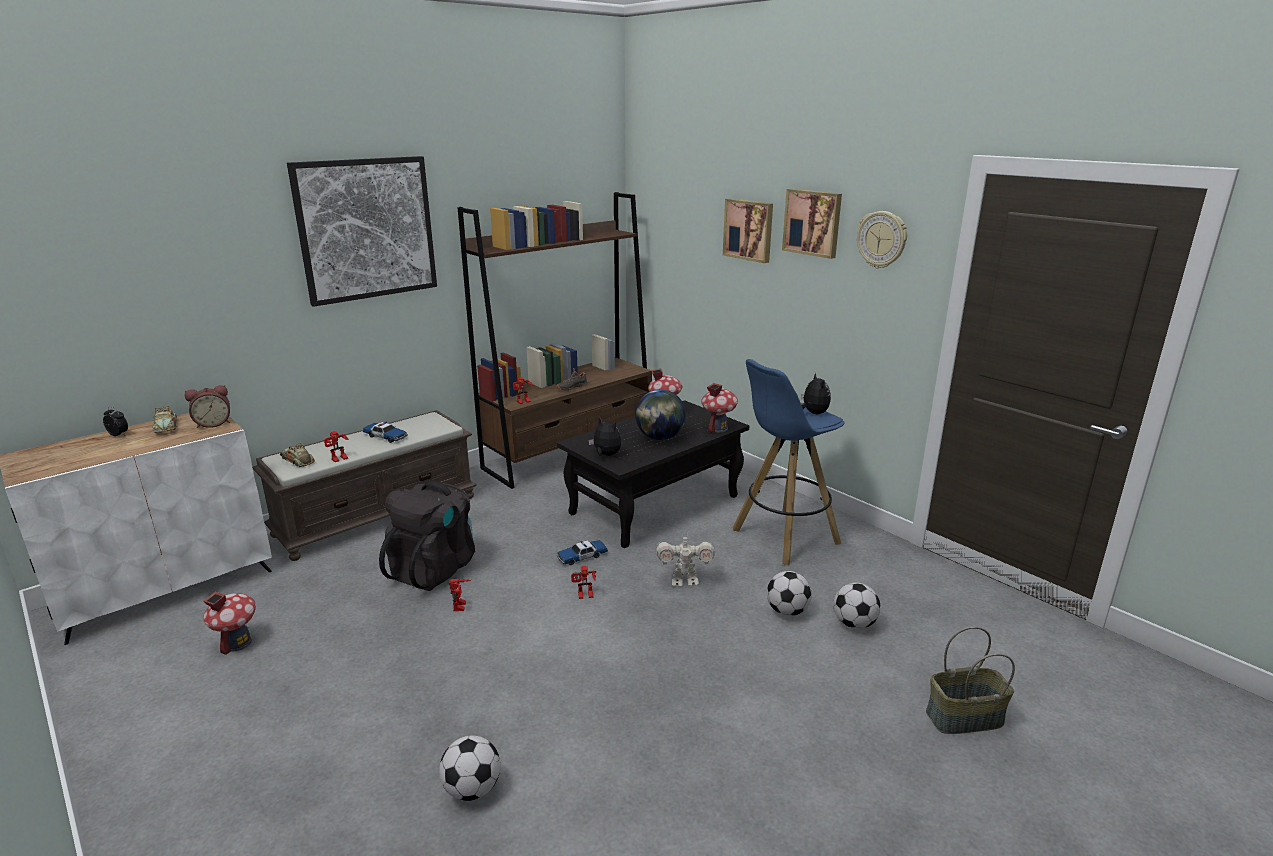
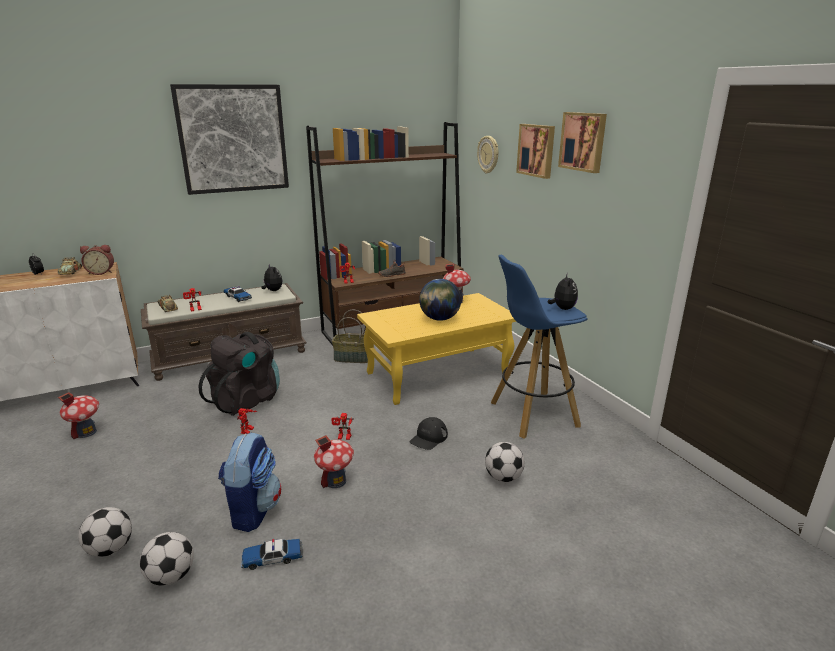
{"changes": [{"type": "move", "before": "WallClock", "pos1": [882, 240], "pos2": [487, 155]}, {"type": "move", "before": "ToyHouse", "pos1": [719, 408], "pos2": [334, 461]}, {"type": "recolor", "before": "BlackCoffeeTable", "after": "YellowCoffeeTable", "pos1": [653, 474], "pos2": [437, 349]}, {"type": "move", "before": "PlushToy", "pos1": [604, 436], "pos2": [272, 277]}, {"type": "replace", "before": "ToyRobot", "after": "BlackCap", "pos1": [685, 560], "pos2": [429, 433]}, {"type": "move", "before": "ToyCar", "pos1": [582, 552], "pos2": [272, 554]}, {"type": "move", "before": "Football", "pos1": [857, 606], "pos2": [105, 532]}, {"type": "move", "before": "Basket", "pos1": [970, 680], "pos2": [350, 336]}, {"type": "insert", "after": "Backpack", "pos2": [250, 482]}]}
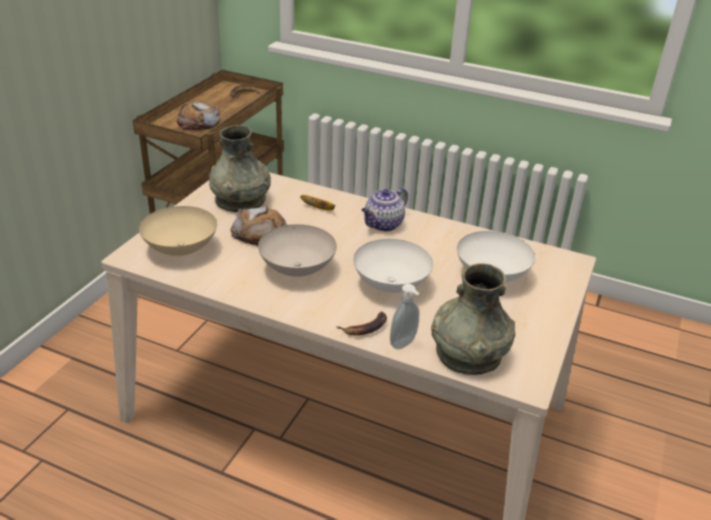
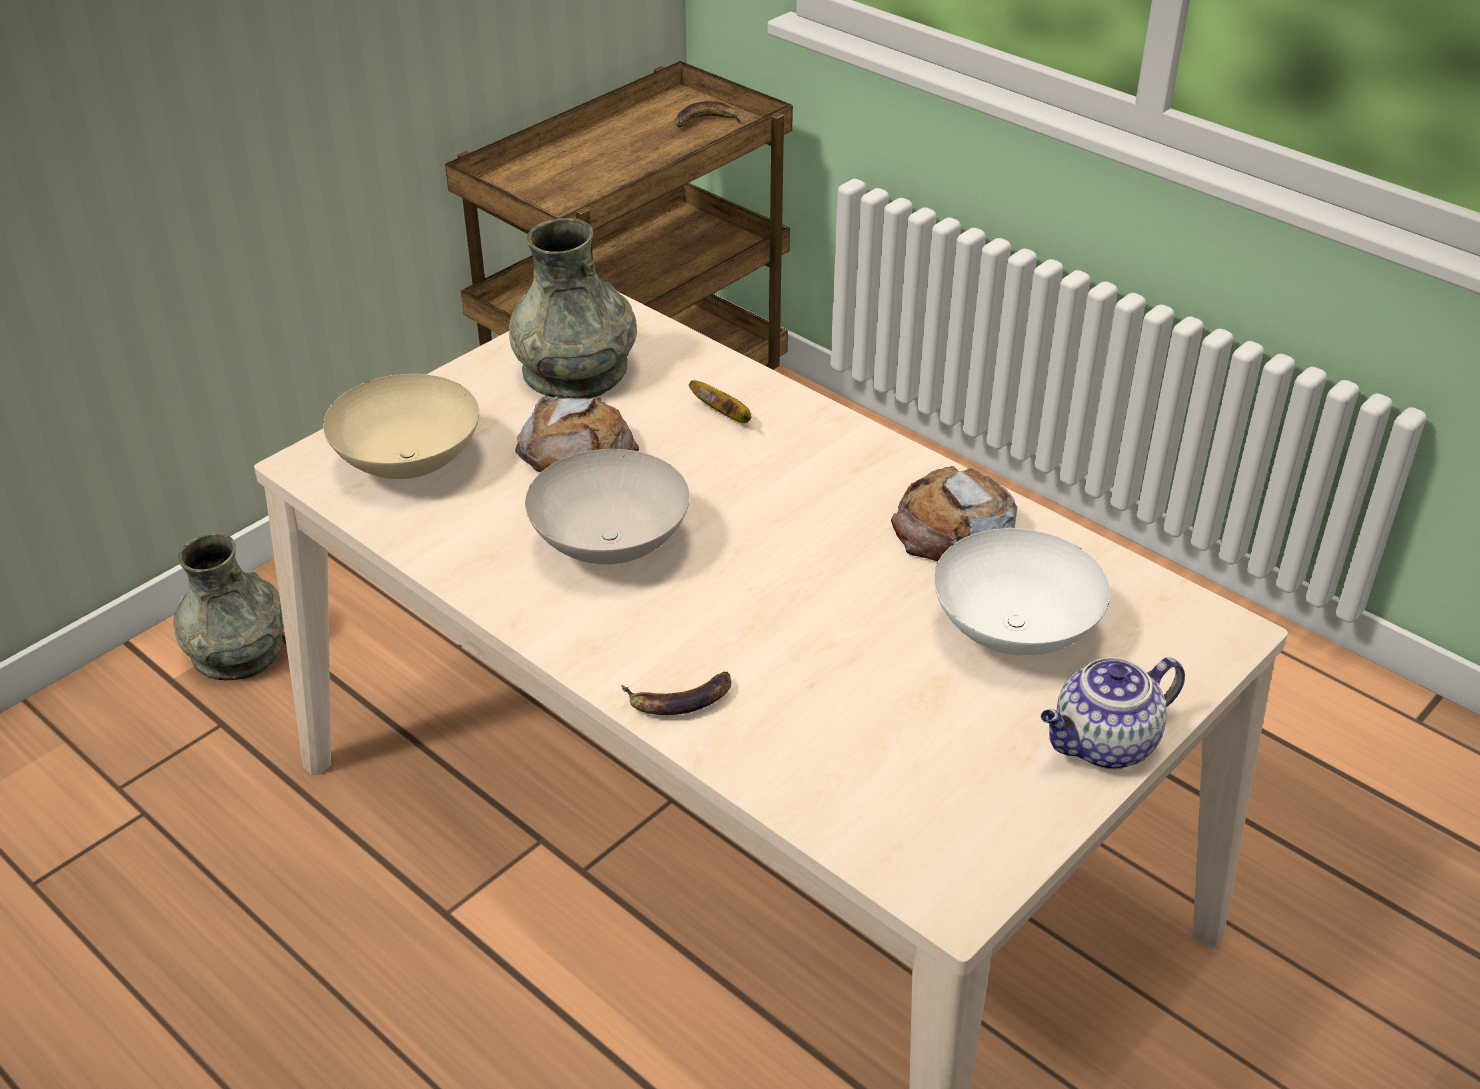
{"changes": [{"type": "move", "before": "Bread", "pos1": [198, 116], "pos2": [954, 513]}, {"type": "move", "before": "Teapot", "pos1": [385, 209], "pos2": [1113, 713]}, {"type": "delete", "before": "WhiteBowl", "pos1": [393, 266]}, {"type": "move", "before": "GreyVase", "pos1": [473, 319], "pos2": [228, 606]}, {"type": "delete", "before": "SoapDispenser", "pos1": [405, 317]}]}
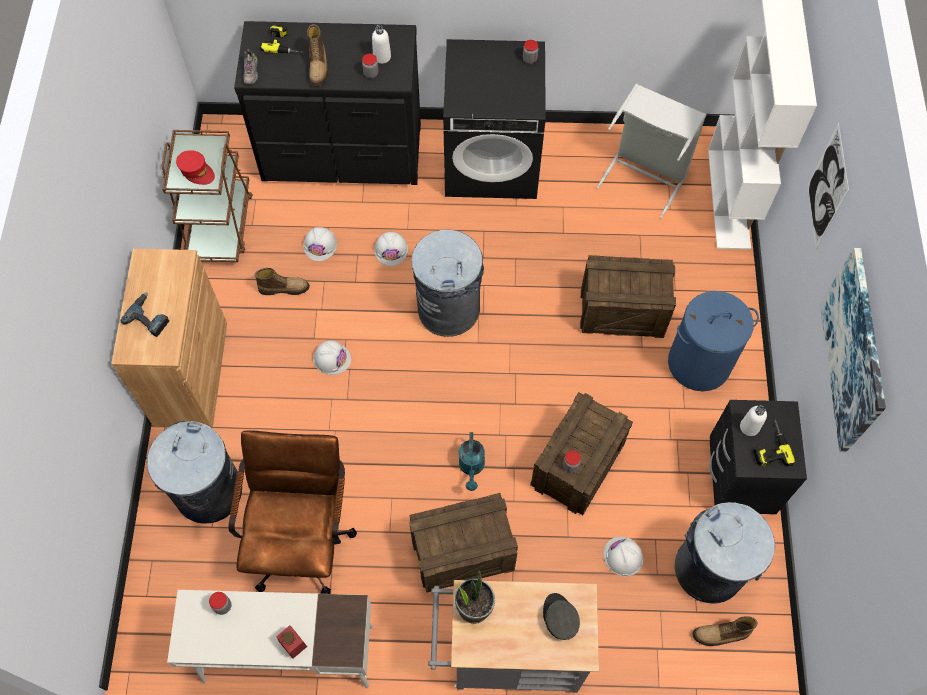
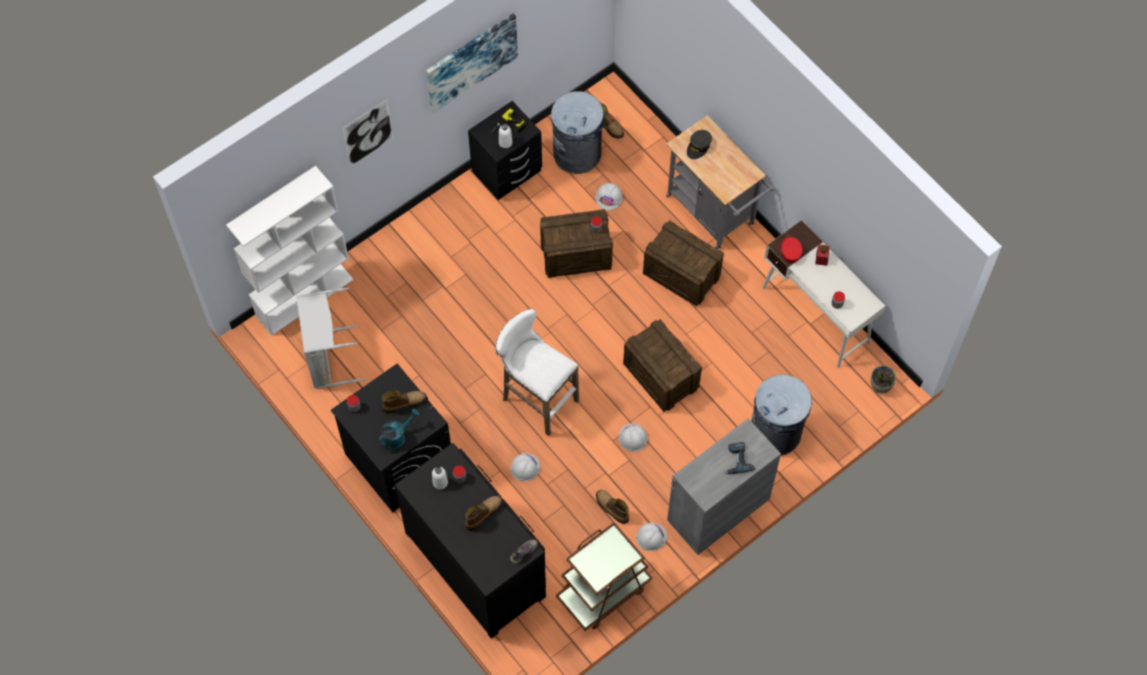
{"changes": [{"type": "delete", "before": "PowerDrill", "pos1": [282, 39]}, {"type": "move", "before": "RedCap", "pos1": [195, 167], "pos2": [791, 250]}, {"type": "move", "before": "WhiteHardHat", "pos1": [320, 244], "pos2": [651, 536]}, {"type": "replace", "before": "GreyTrashCan", "after": "WhiteStool", "pos1": [447, 283], "pos2": [537, 372]}, {"type": "recolor", "before": "BrownCabinet", "after": "GreyCabinet", "pos1": [169, 338], "pos2": [724, 486]}, {"type": "move", "before": "Crate", "pos1": [628, 296], "pos2": [662, 365]}, {"type": "delete", "before": "BlueLaundryBasket", "pos1": [713, 341]}, {"type": "delete", "before": "BrownOfficeChair", "pos1": [293, 512]}, {"type": "move", "before": "TurquoiseWateringCan", "pos1": [472, 461], "pos2": [399, 429]}, {"type": "move", "before": "PottedPlant", "pos1": [475, 597], "pos2": [883, 379]}, {"type": "insert", "after": "Boot", "pos2": [404, 402]}]}
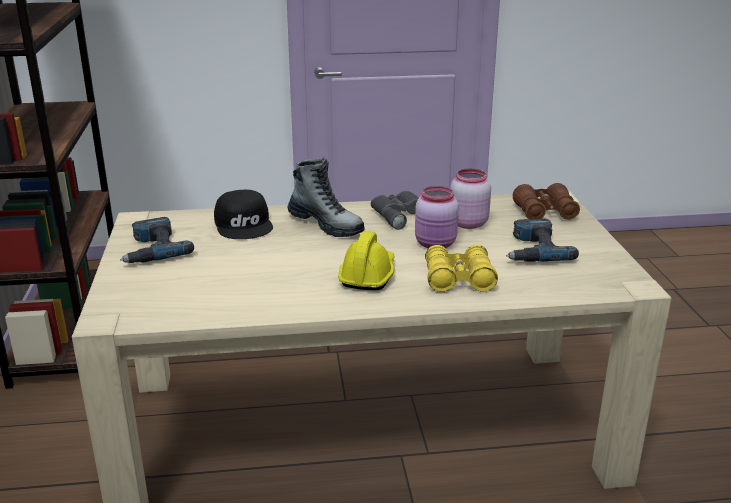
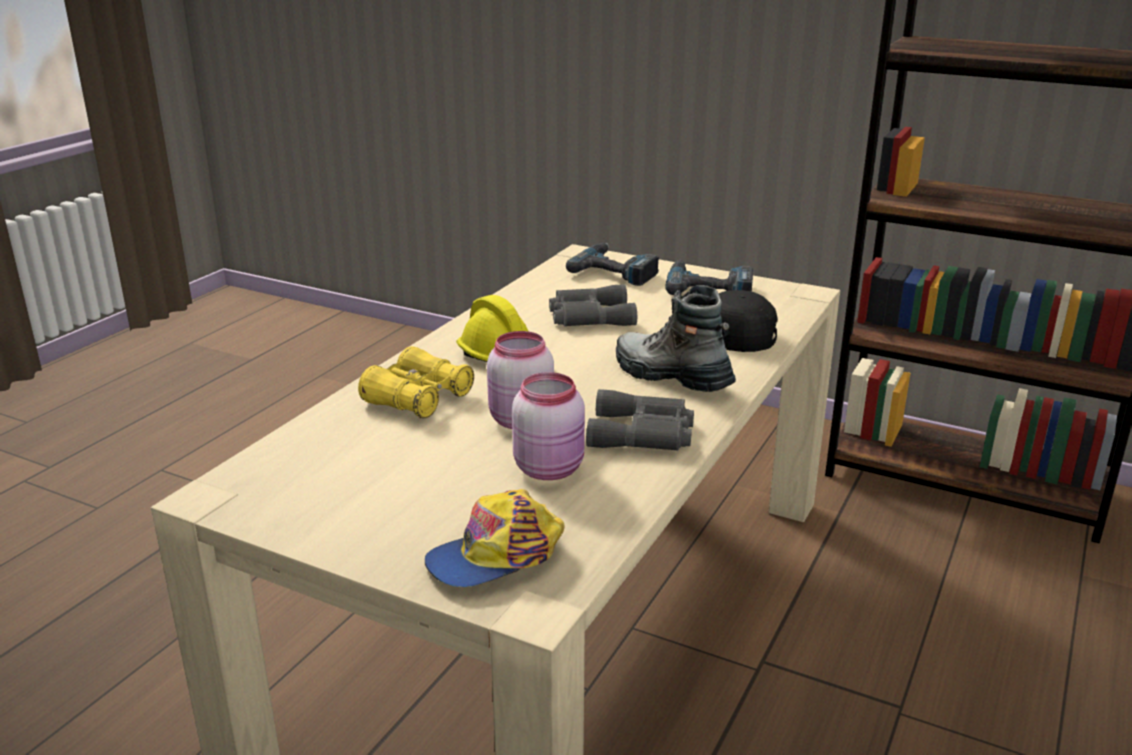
{"changes": [{"type": "rotate", "before": "Boot", "pos1": [326, 197], "pos2": [676, 338], "turn": 60}, {"type": "replace", "before": "BrownBinoculars", "after": "Cap", "pos1": [546, 201], "pos2": [495, 538]}, {"type": "move", "before": "PowerDrill", "pos1": [542, 240], "pos2": [612, 264]}, {"type": "insert", "after": "GreyBinoculars", "pos2": [593, 305]}]}
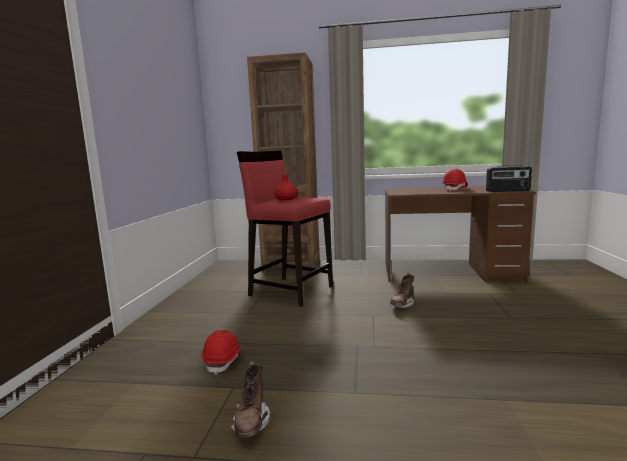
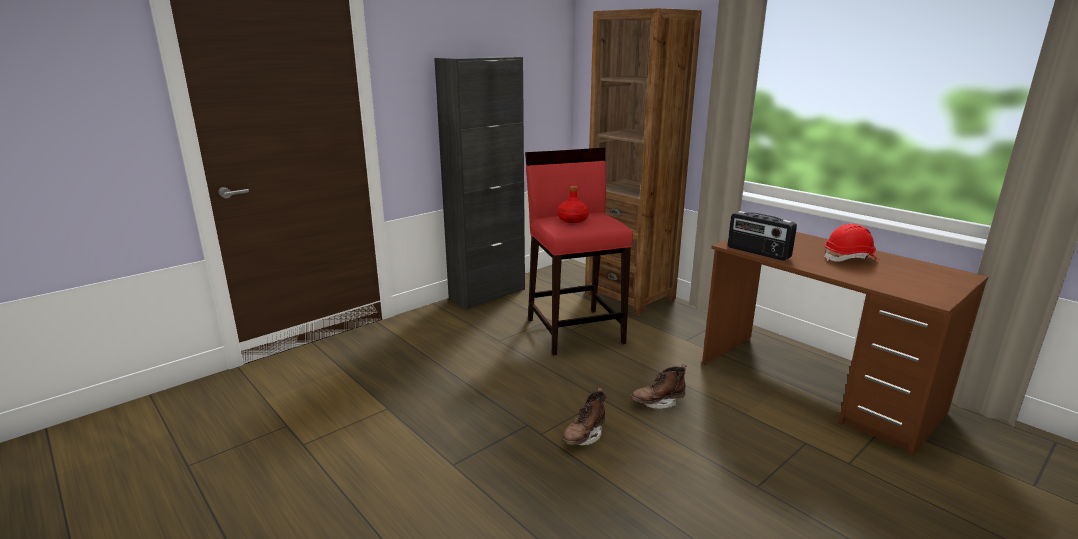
{"changes": [{"type": "move", "before": "Radio", "pos1": [509, 178], "pos2": [762, 236]}, {"type": "delete", "before": "RedHardHat", "pos1": [221, 352]}, {"type": "move", "before": "BrownBoot", "pos1": [250, 399], "pos2": [584, 416]}, {"type": "insert", "after": "BlackCabinet", "pos2": [479, 182]}]}
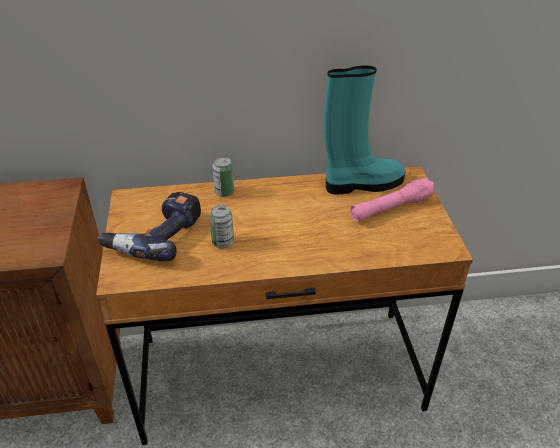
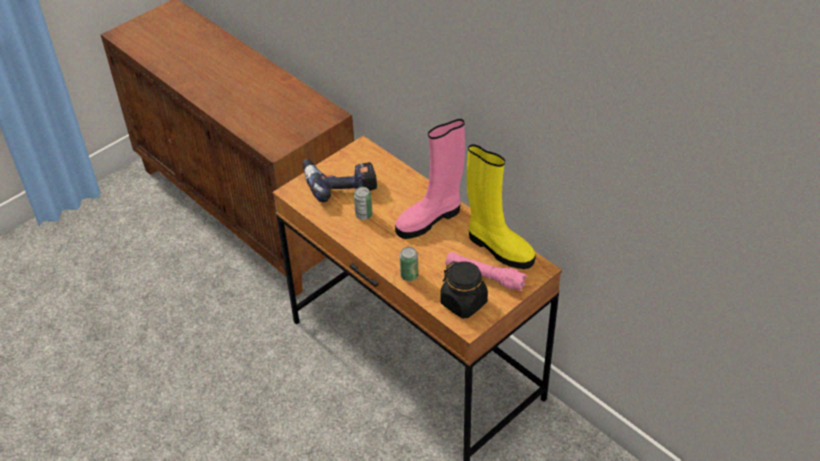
{"changes": [{"type": "recolor", "before": "TurquoiseBoot", "after": "YellowBoot", "pos1": [365, 130], "pos2": [501, 206]}, {"type": "move", "before": "Can", "pos1": [223, 177], "pos2": [408, 264]}, {"type": "insert", "after": "PinkBoot", "pos2": [430, 179]}, {"type": "insert", "after": "BlackJar", "pos2": [464, 289]}]}
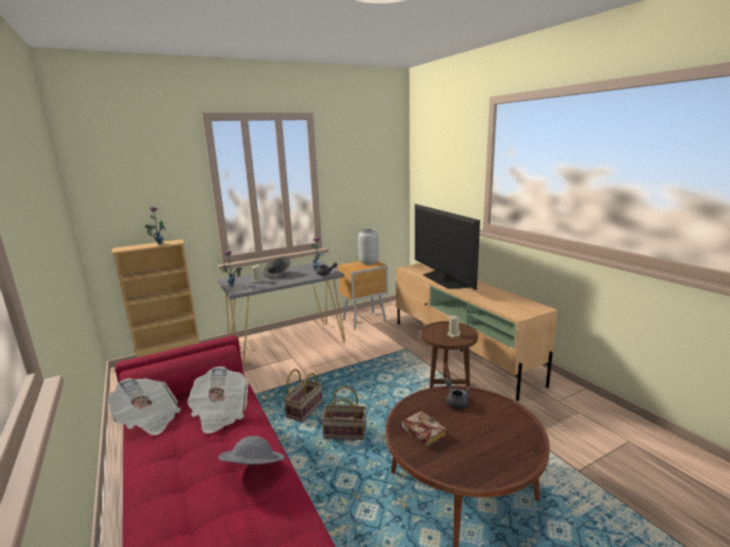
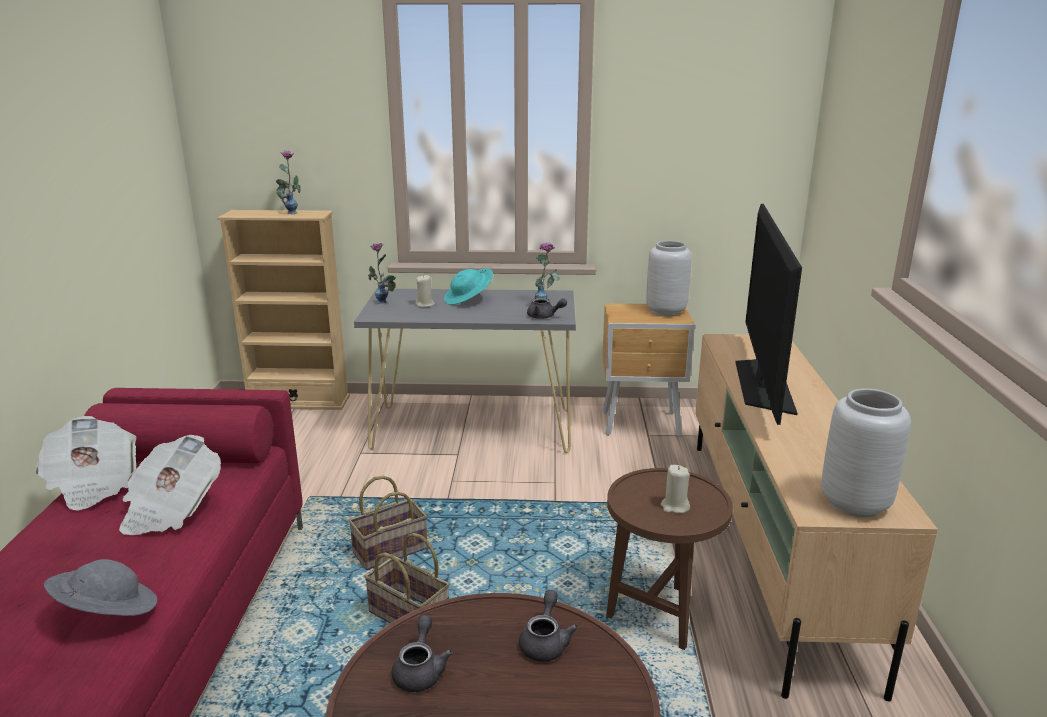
{"changes": [{"type": "recolor", "before": "GreyHat", "after": "TurquoiseHat", "pos1": [276, 267], "pos2": [468, 286]}, {"type": "replace", "before": "Book", "after": "GreyTeapot", "pos1": [424, 429], "pos2": [422, 653]}, {"type": "insert", "after": "GreyVase", "pos2": [866, 453]}]}
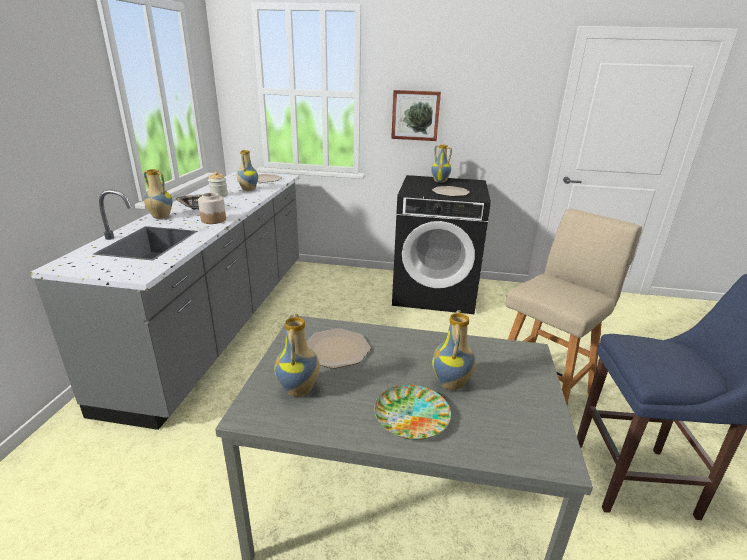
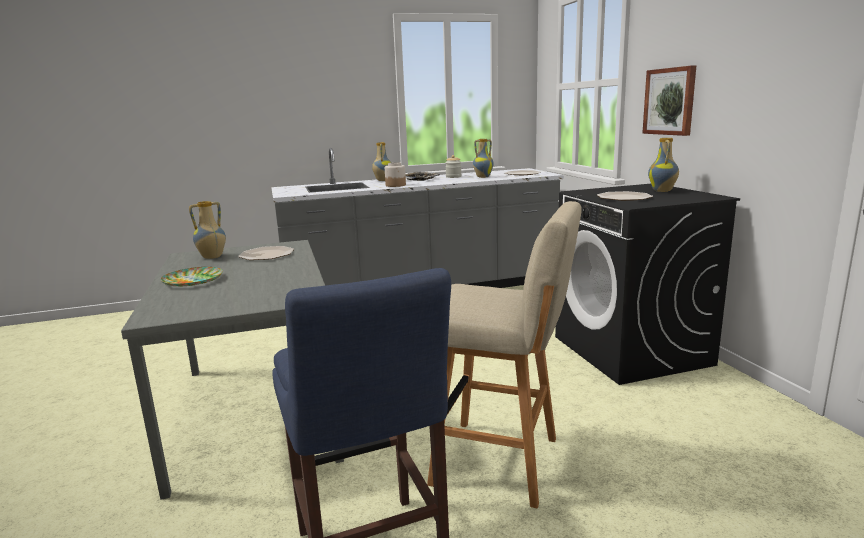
{"changes": [{"type": "delete", "before": "Vase", "pos1": [454, 350]}]}
